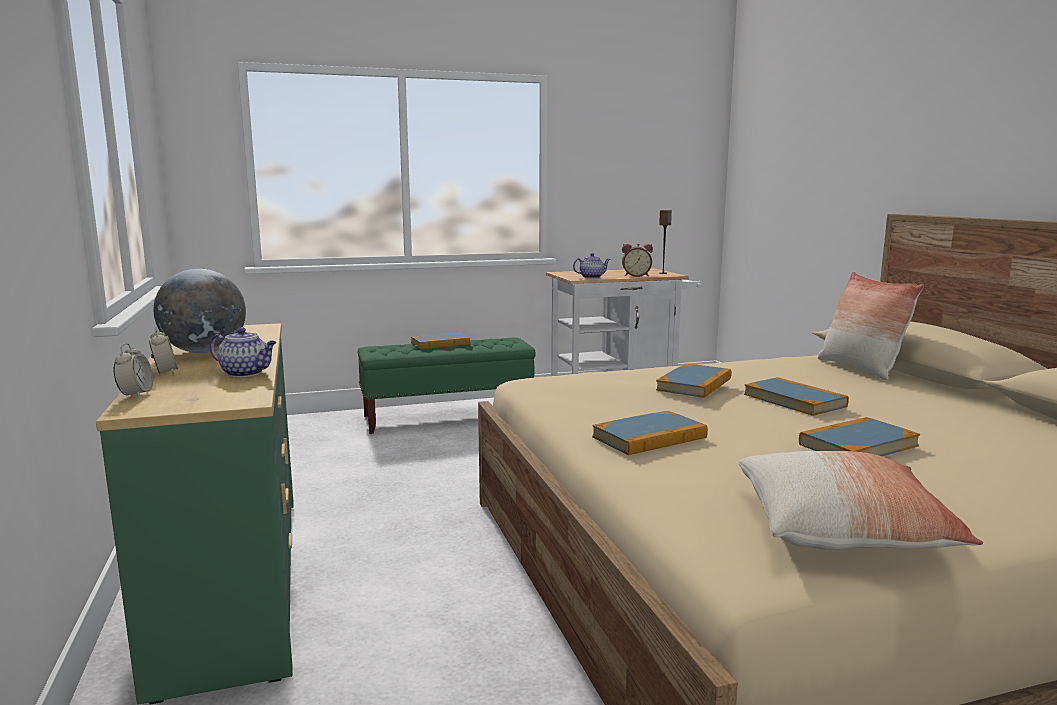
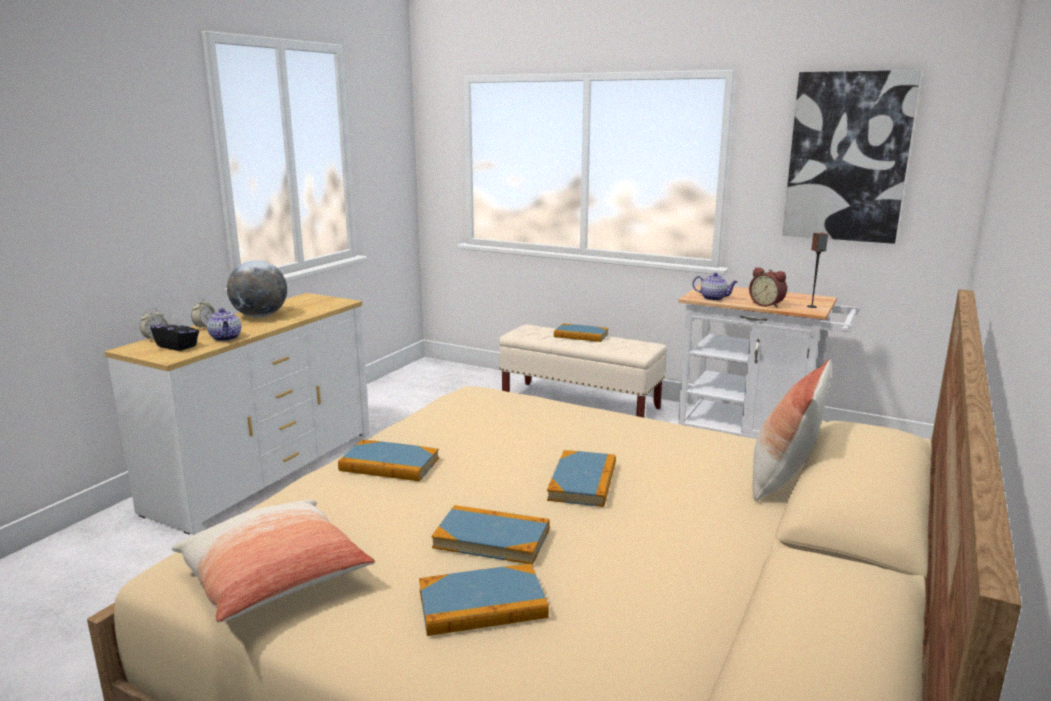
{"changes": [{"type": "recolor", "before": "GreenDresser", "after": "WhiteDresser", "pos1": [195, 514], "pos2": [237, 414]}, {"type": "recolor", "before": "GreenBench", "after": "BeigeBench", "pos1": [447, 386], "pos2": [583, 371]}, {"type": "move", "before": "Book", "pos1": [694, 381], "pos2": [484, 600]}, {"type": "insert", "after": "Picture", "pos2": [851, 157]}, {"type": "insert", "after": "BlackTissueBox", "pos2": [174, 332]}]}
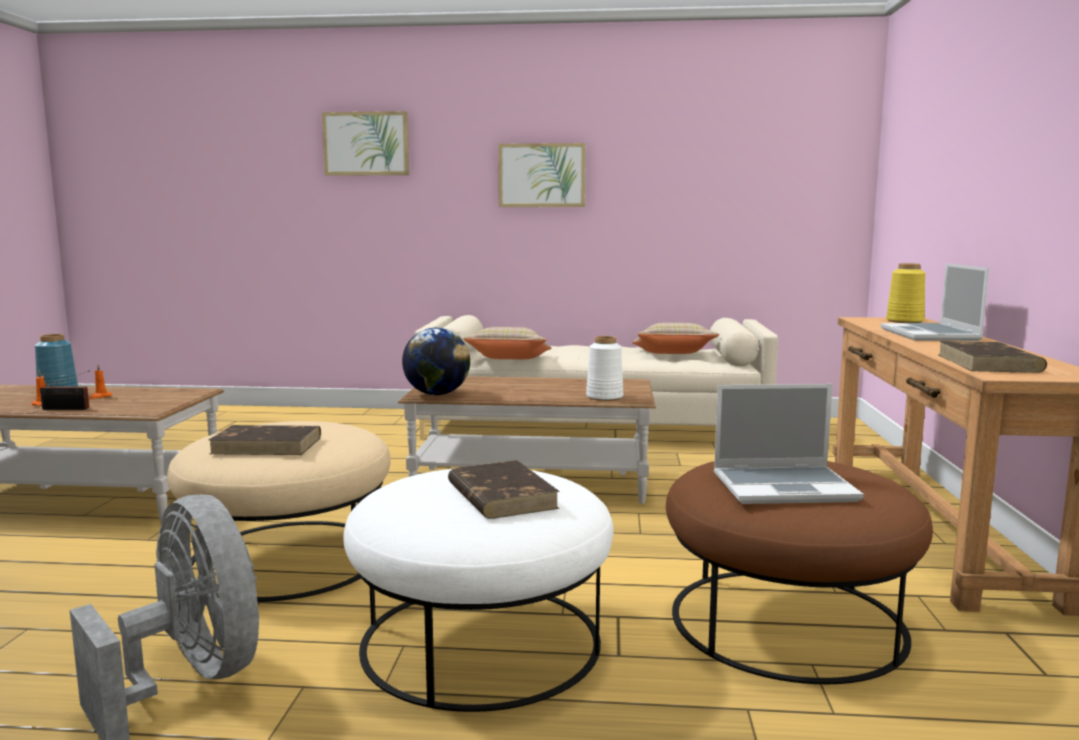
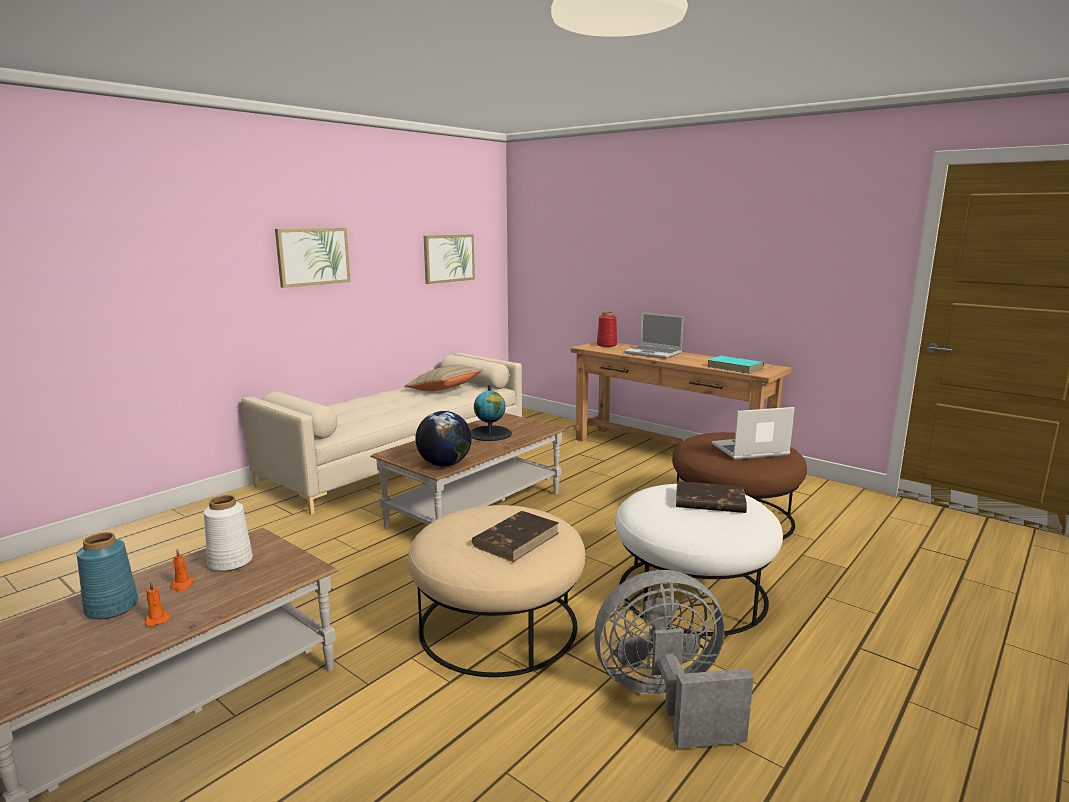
{"changes": [{"type": "move", "before": "Picture", "pos1": [365, 143], "pos2": [449, 259]}, {"type": "recolor", "before": "YellowVase", "after": "RedVase", "pos1": [905, 293], "pos2": [607, 329]}, {"type": "delete", "before": "BeigePillow", "pos1": [507, 343]}, {"type": "move", "before": "WhiteVase", "pos1": [604, 368], "pos2": [228, 533]}, {"type": "recolor", "before": "BrownBook", "after": "TurquoiseBook", "pos1": [993, 357], "pos2": [735, 365]}, {"type": "delete", "before": "Radio", "pos1": [65, 390]}, {"type": "rotate", "before": "Laptop", "pos1": [789, 444], "pos2": [753, 433], "turn": -135}, {"type": "insert", "after": "Globe", "pos2": [491, 413]}]}
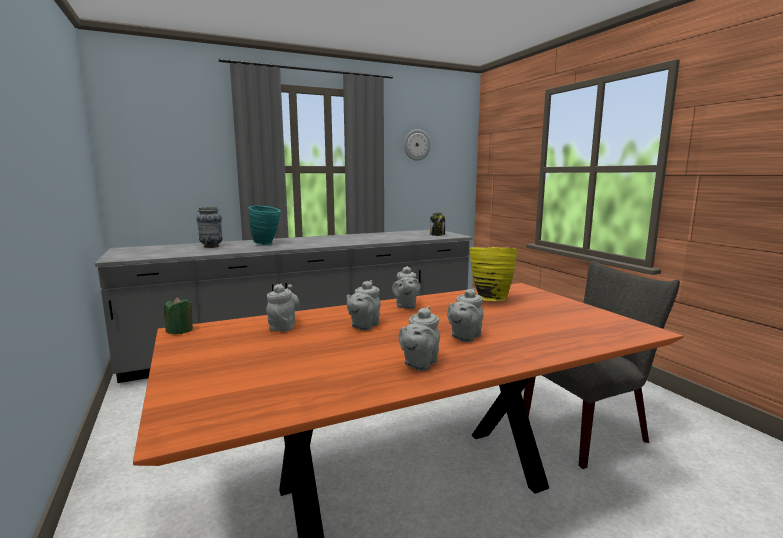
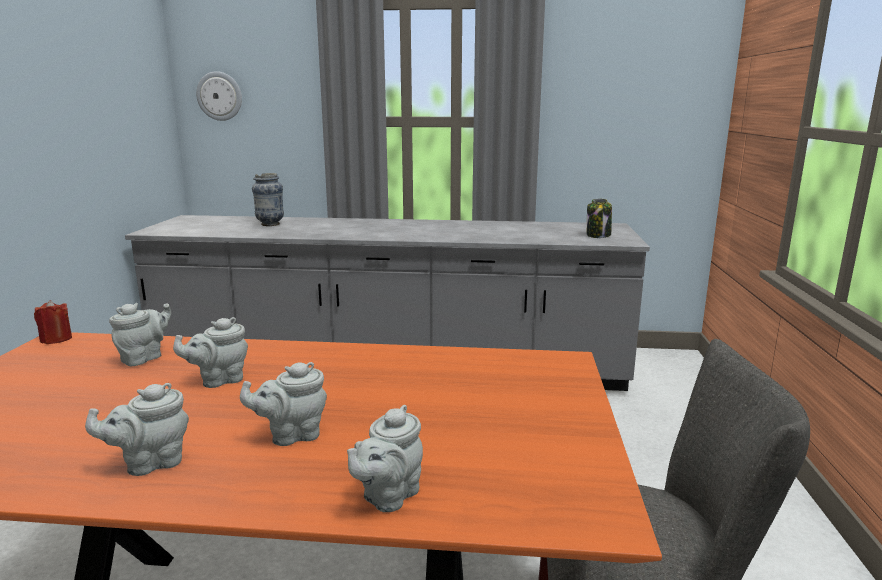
{"changes": [{"type": "move", "before": "WallClock", "pos1": [417, 145], "pos2": [219, 96]}, {"type": "delete", "before": "TurquoiseVase", "pos1": [264, 225]}, {"type": "delete", "before": "YellowVase", "pos1": [493, 274]}, {"type": "move", "before": "GreyTeapot", "pos1": [406, 287], "pos2": [385, 458]}, {"type": "recolor", "before": "GreenCandle", "after": "RedCandle", "pos1": [178, 315], "pos2": [53, 322]}]}
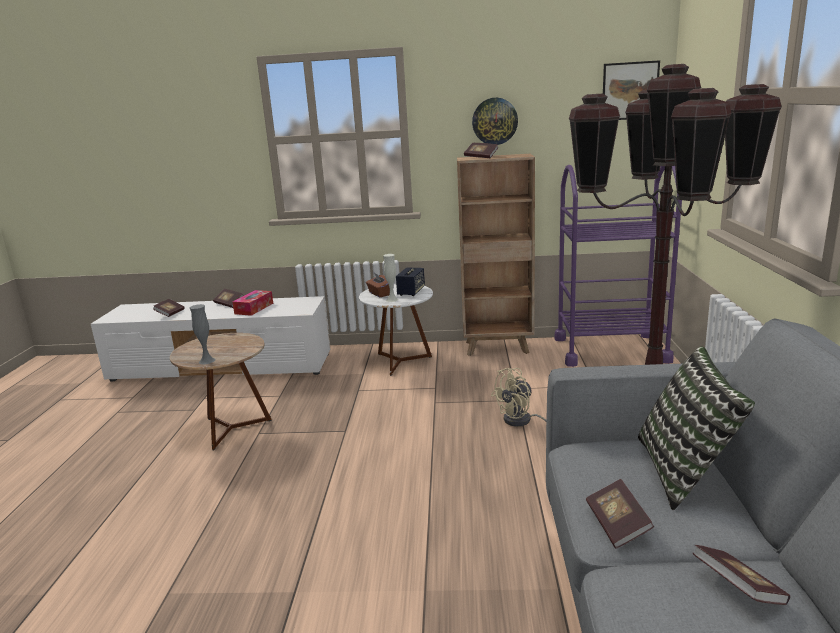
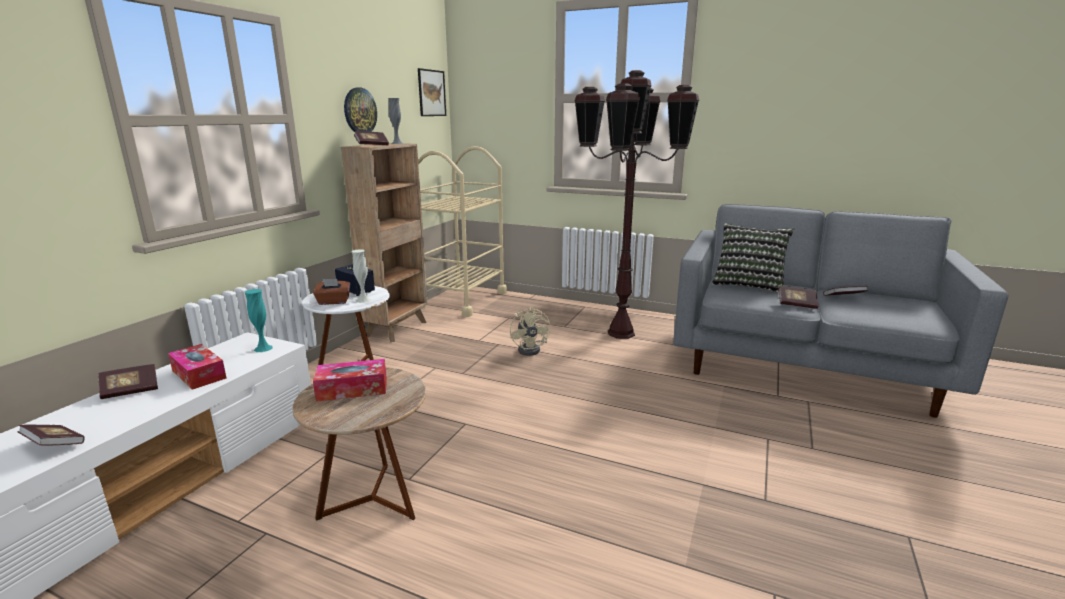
{"changes": [{"type": "recolor", "before": "PurpleCart", "after": "BeigeCart", "pos1": [618, 266], "pos2": [462, 231]}, {"type": "move", "before": "GreyVase", "pos1": [203, 334], "pos2": [395, 121]}, {"type": "insert", "after": "TurquoiseVase", "pos2": [259, 320]}, {"type": "insert", "after": "TissueBox", "pos2": [350, 380]}]}
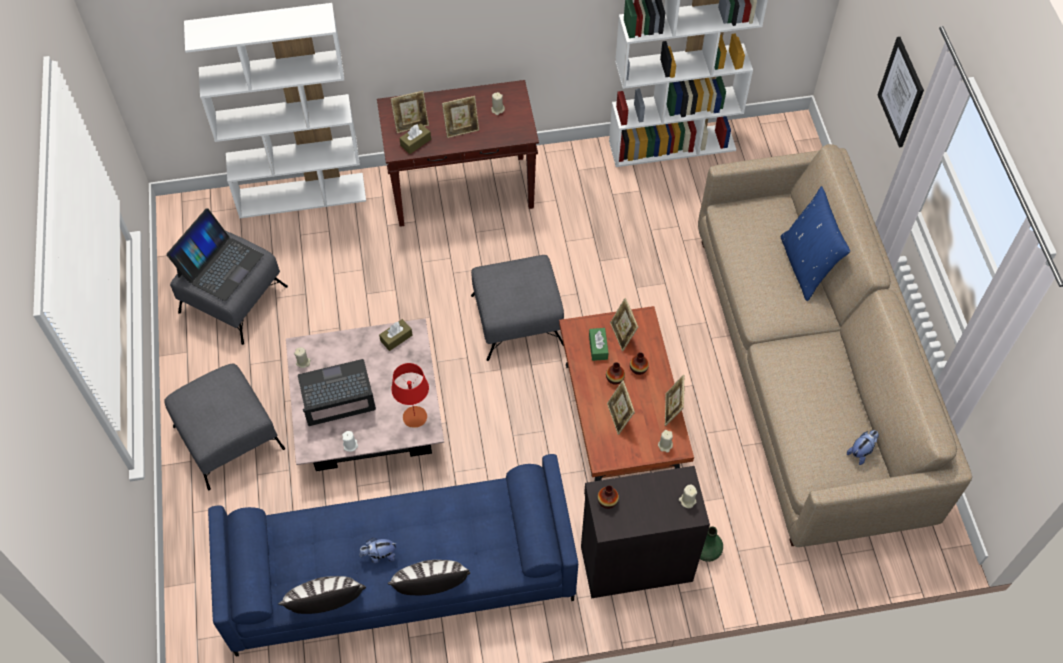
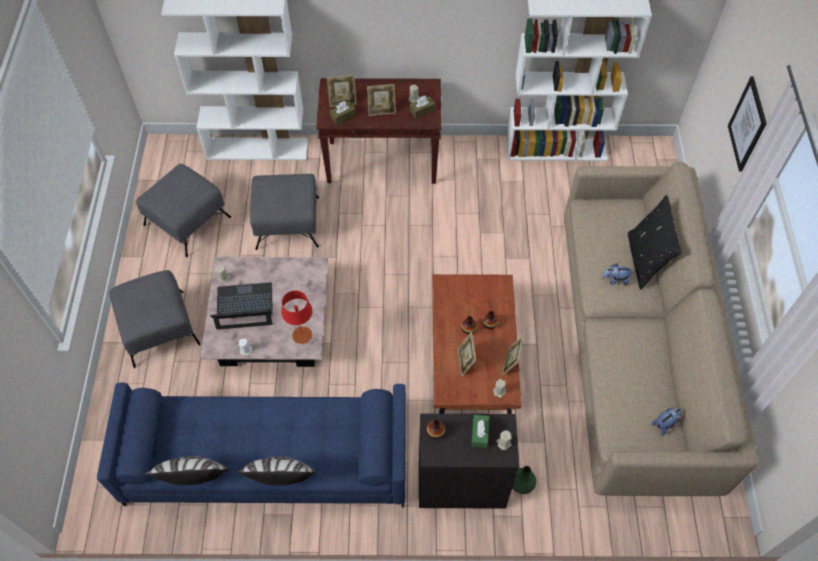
{"changes": [{"type": "recolor", "before": "BluePillow", "after": "BlackPillow", "pos1": [815, 243], "pos2": [655, 242]}, {"type": "delete", "before": "Laptop", "pos1": [215, 254]}, {"type": "move", "before": "GreyOttoman", "pos1": [517, 308], "pos2": [284, 212]}, {"type": "delete", "before": "PictureFrame", "pos1": [624, 324]}, {"type": "move", "before": "BrownTissueBox", "pos1": [395, 335], "pos2": [422, 107]}, {"type": "move", "before": "GreenTissueBox", "pos1": [598, 344], "pos2": [480, 431]}, {"type": "move", "before": "PlushToy", "pos1": [378, 550], "pos2": [618, 274]}]}
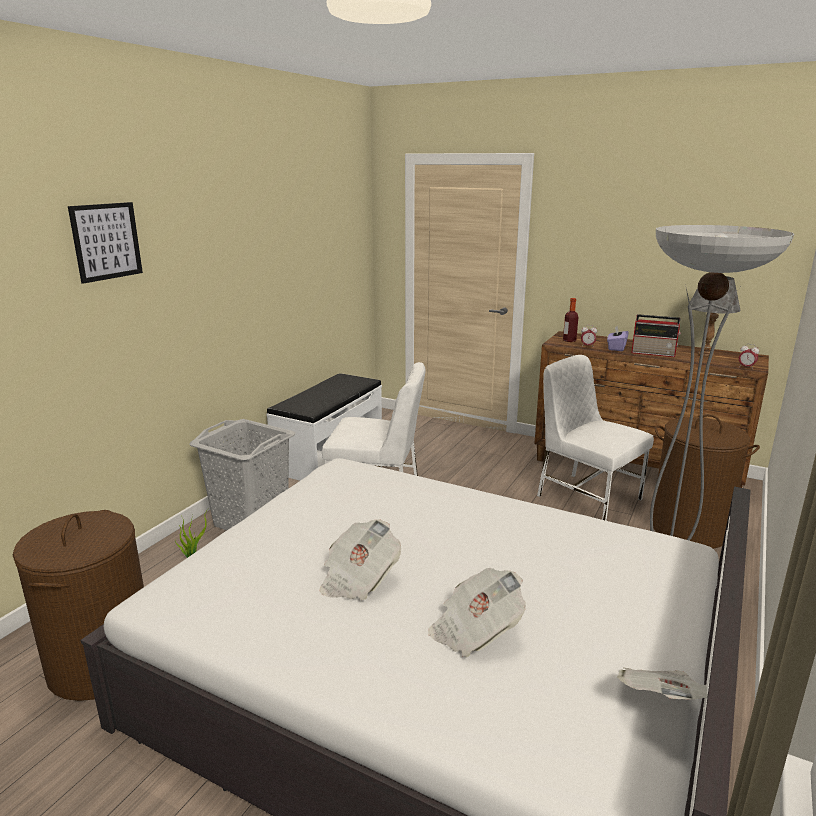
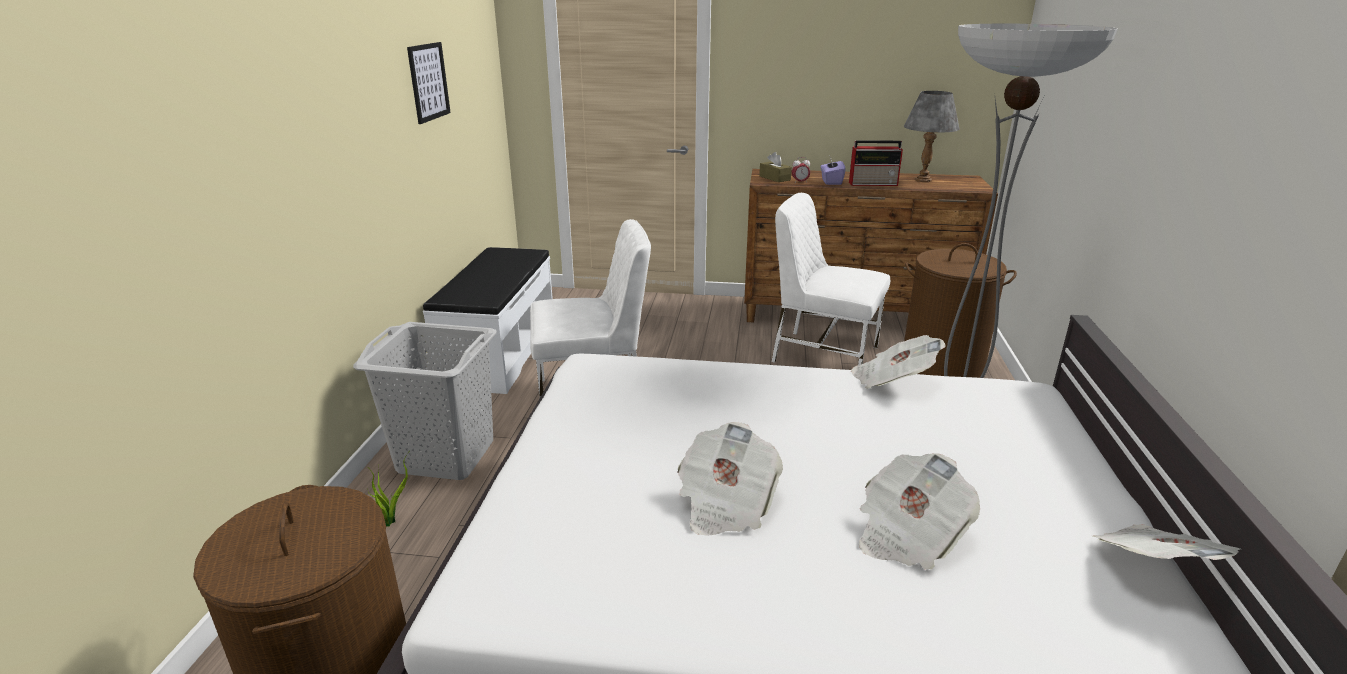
{"changes": [{"type": "move", "before": "Picture", "pos1": [105, 243], "pos2": [429, 83]}, {"type": "replace", "before": "Bottle", "after": "BrownTissueBox", "pos1": [571, 320], "pos2": [775, 167]}, {"type": "delete", "before": "AlarmClock", "pos1": [749, 357]}, {"type": "insert", "after": "Newspaper", "pos2": [898, 362]}]}
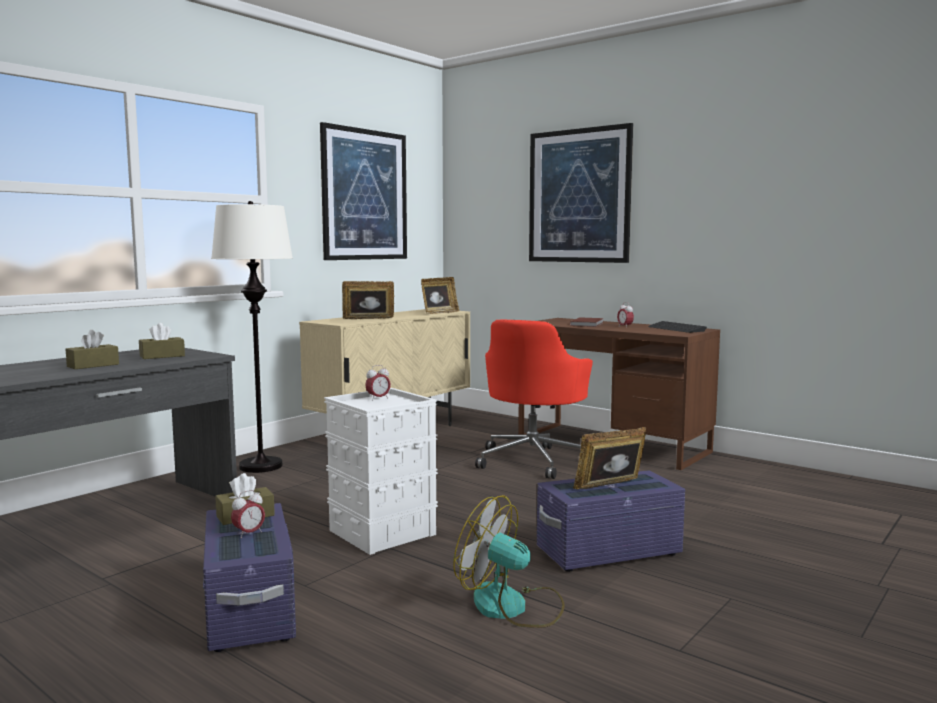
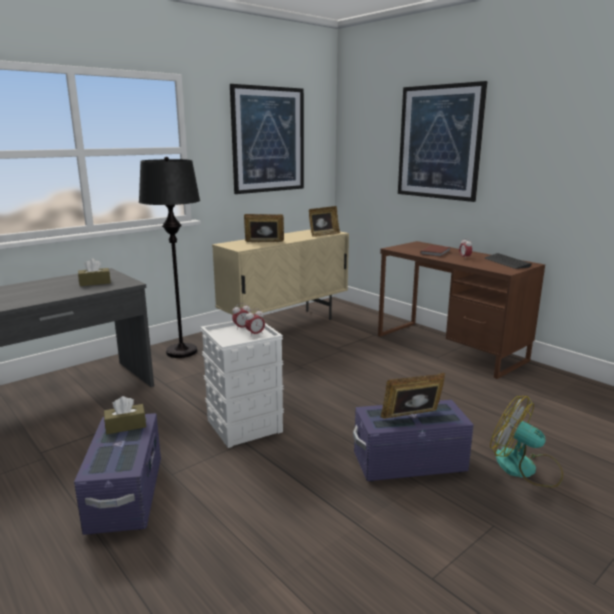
{"changes": [{"type": "recolor", "before": "WhiteFloorLamp", "after": "BlackFloorLamp", "pos1": [252, 337], "pos2": [169, 257]}, {"type": "delete", "before": "RedOfficeChair", "pos1": [534, 399]}, {"type": "delete", "before": "BrownTissueBox", "pos1": [92, 349]}, {"type": "move", "before": "AlarmClock", "pos1": [248, 514], "pos2": [255, 322]}, {"type": "move", "before": "Fan", "pos1": [509, 561], "pos2": [526, 441]}]}
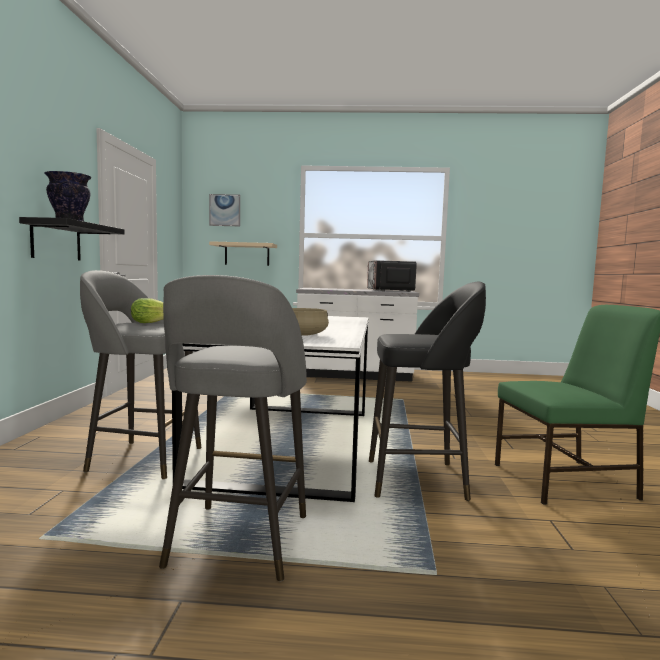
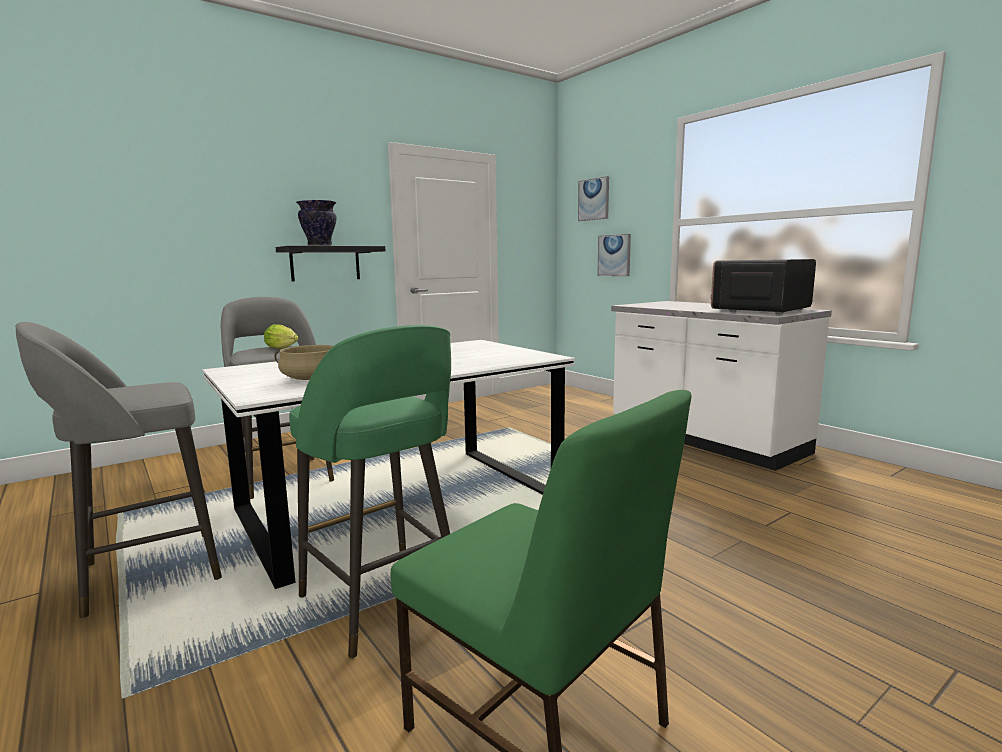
{"changes": [{"type": "replace", "before": "BeigeShelf", "after": "Picture", "pos1": [243, 253], "pos2": [614, 255]}, {"type": "recolor", "before": "BlackStool", "after": "GreenStool", "pos1": [427, 391], "pos2": [370, 492]}]}
